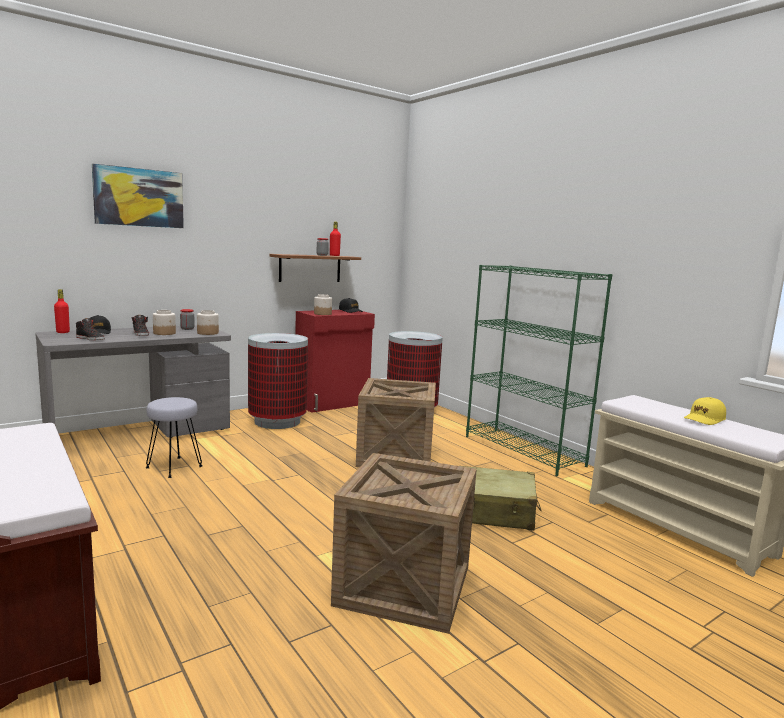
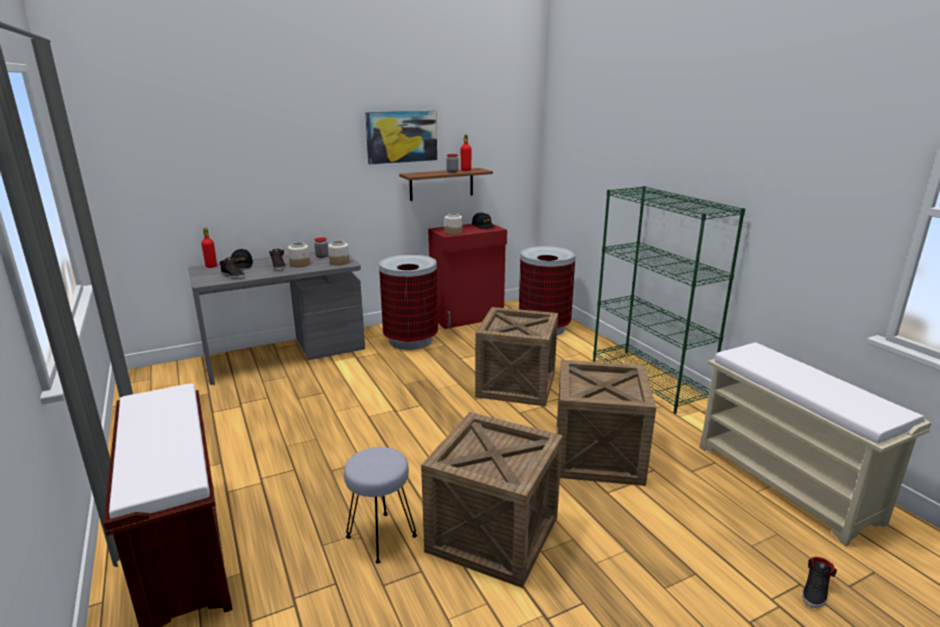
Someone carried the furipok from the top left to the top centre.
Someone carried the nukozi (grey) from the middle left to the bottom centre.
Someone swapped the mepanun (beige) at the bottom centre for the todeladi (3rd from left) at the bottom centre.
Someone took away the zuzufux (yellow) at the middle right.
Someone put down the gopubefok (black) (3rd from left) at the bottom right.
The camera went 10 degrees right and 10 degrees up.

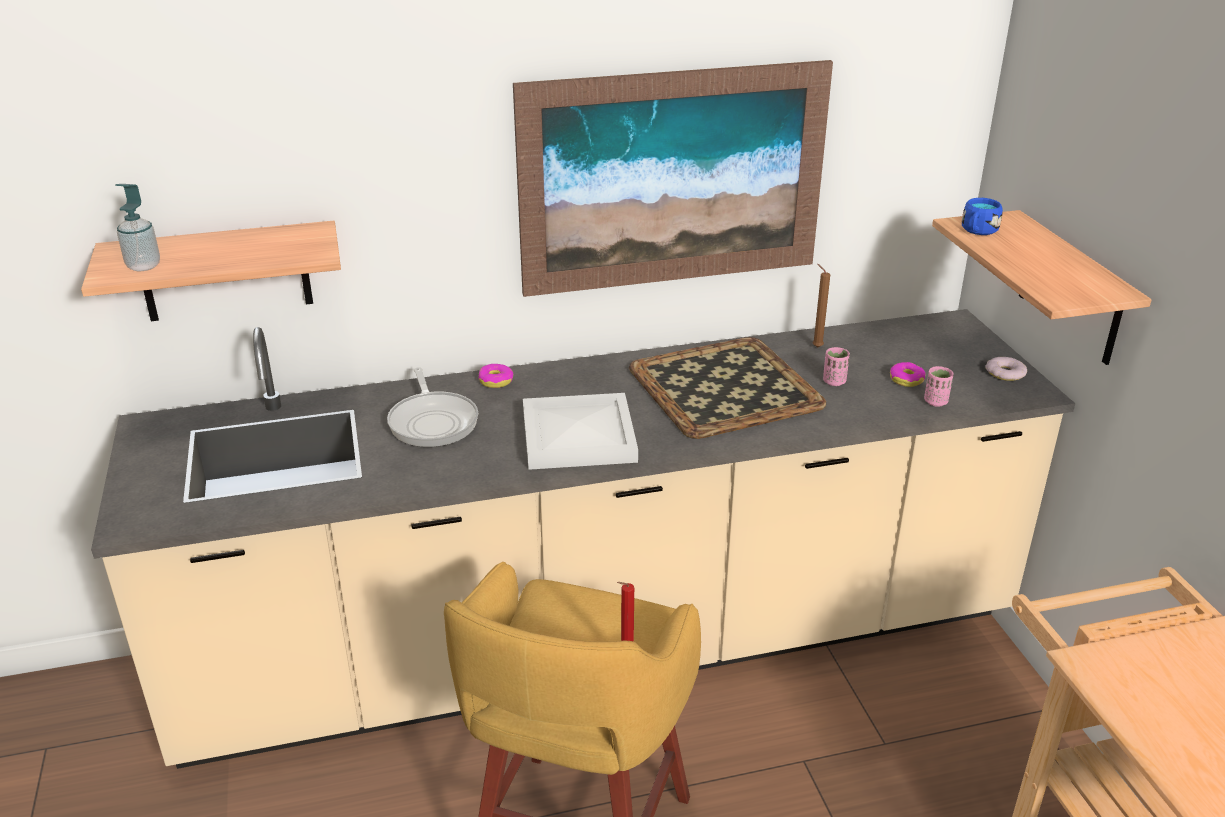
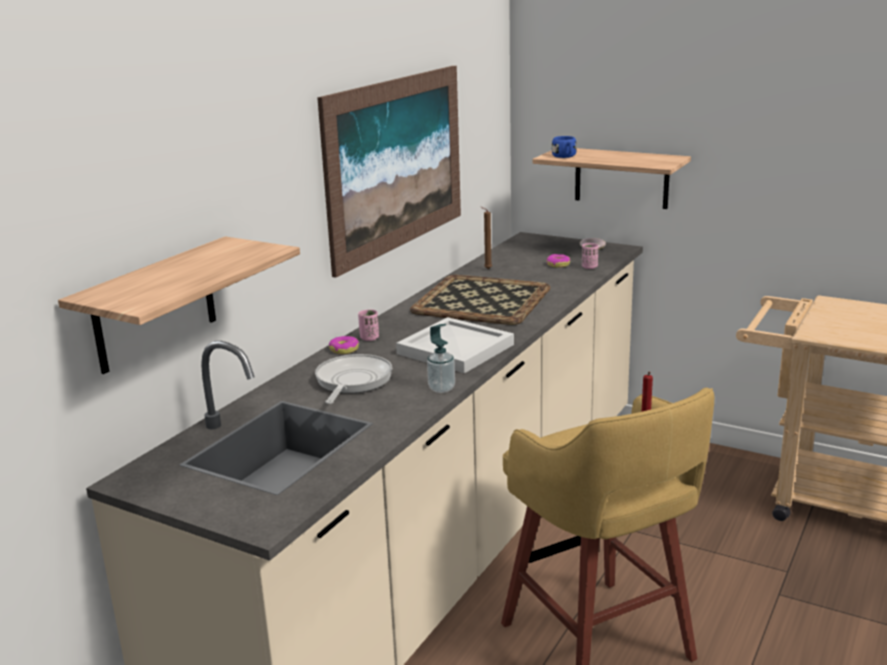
Someone carried the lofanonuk from the top left to the centre.
Someone rotated the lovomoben at the centre by 105 degrees counterclockwise.
Someone carried the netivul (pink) (1st from left) from the middle right to the centre.
The camera went 45 degrees left and 10 degrees down.

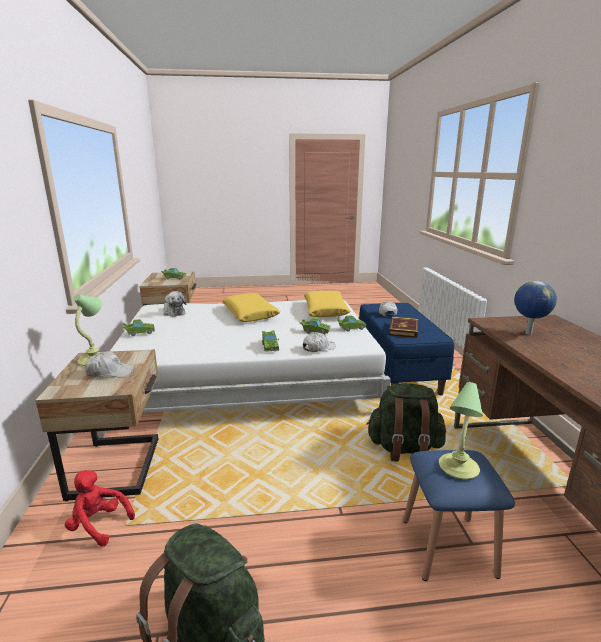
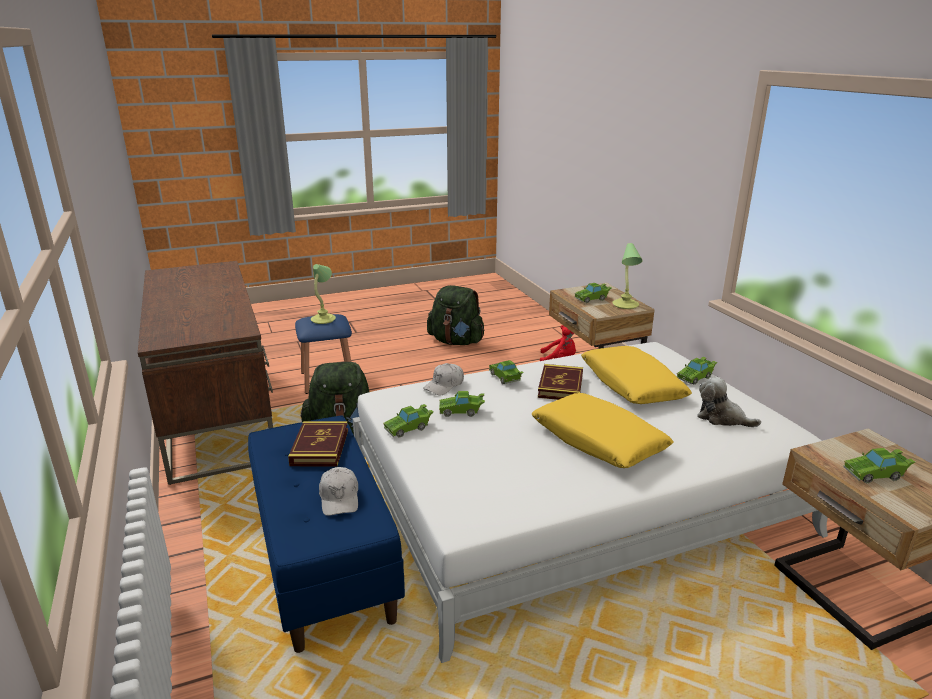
Someone swapped the zuzufux (white) (1st from left) at the middle left for the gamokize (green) (4th from left) at the centre.
Someone carried the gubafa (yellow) (2nd from left) from the centre to the middle right.
Someone took away the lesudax at the middle right.
Someone put down the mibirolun (2nd from left) at the centre.
The camera went 165 degrees right and 5 degrees up.

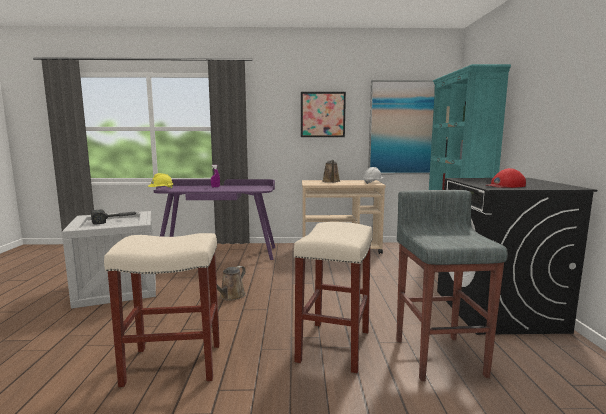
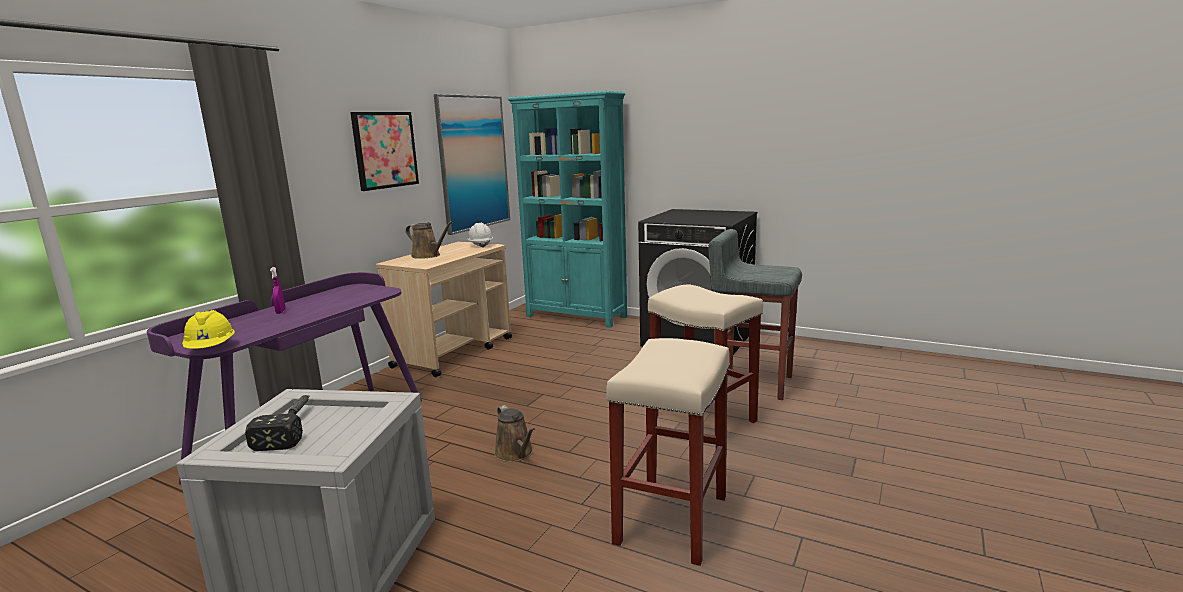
Someone took away the zuzufux (red) at the middle right.
The camera went 60 degrees left and 5 degrees up.

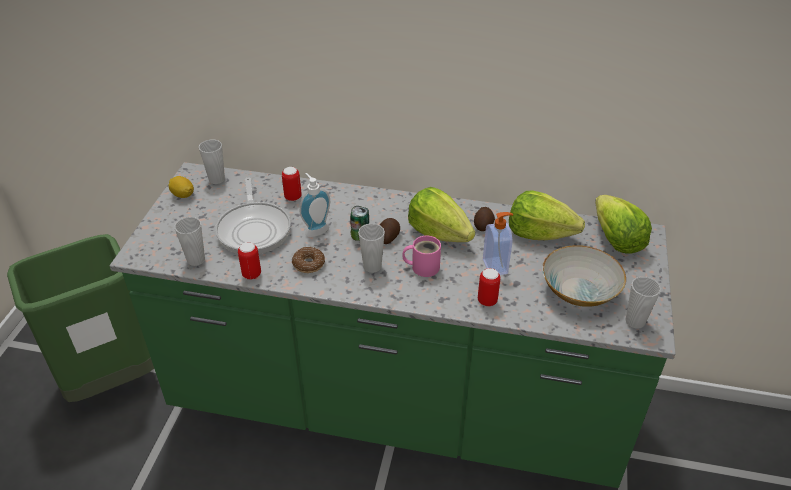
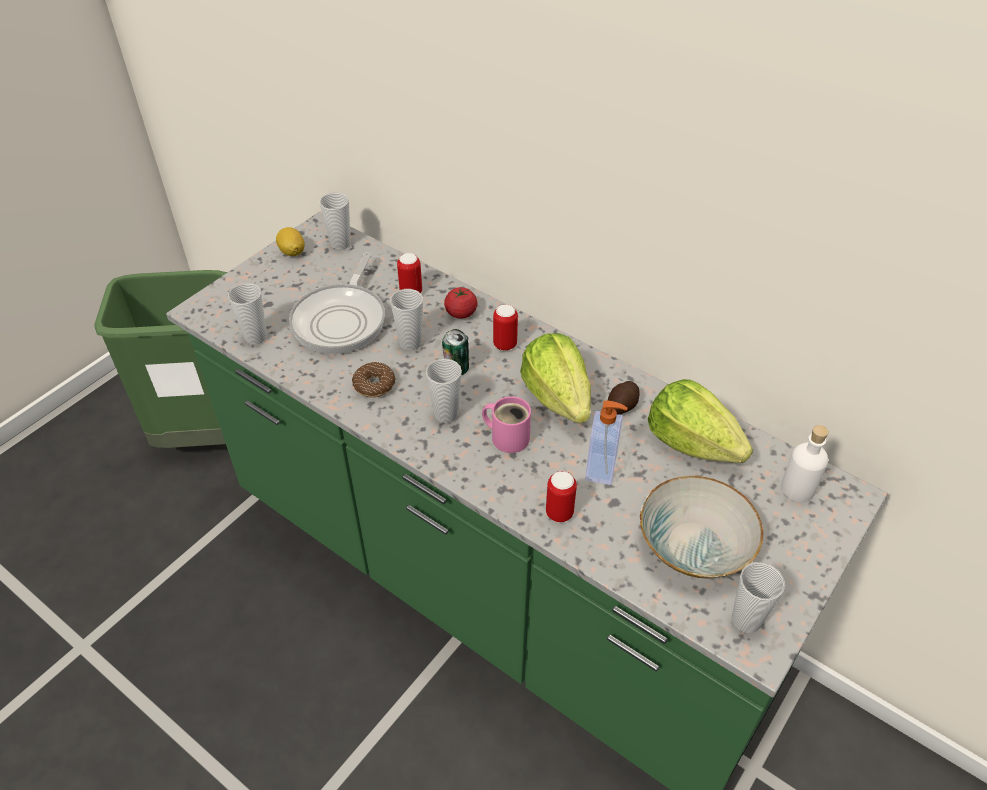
Someone carried the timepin (1st from left in the first image) from the middle left to the centre.
Someone swapped the lofanonuk (1st from left) at the centre for the netivul (3rd from left) at the centre.
Someone took away the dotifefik (1st from left) at the centre.
Someone swapped the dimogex (3rd from left) at the middle right for the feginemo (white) at the middle right.
Someone put down the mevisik at the centre.
The camera went 25 degrees right and 5 degrees up.

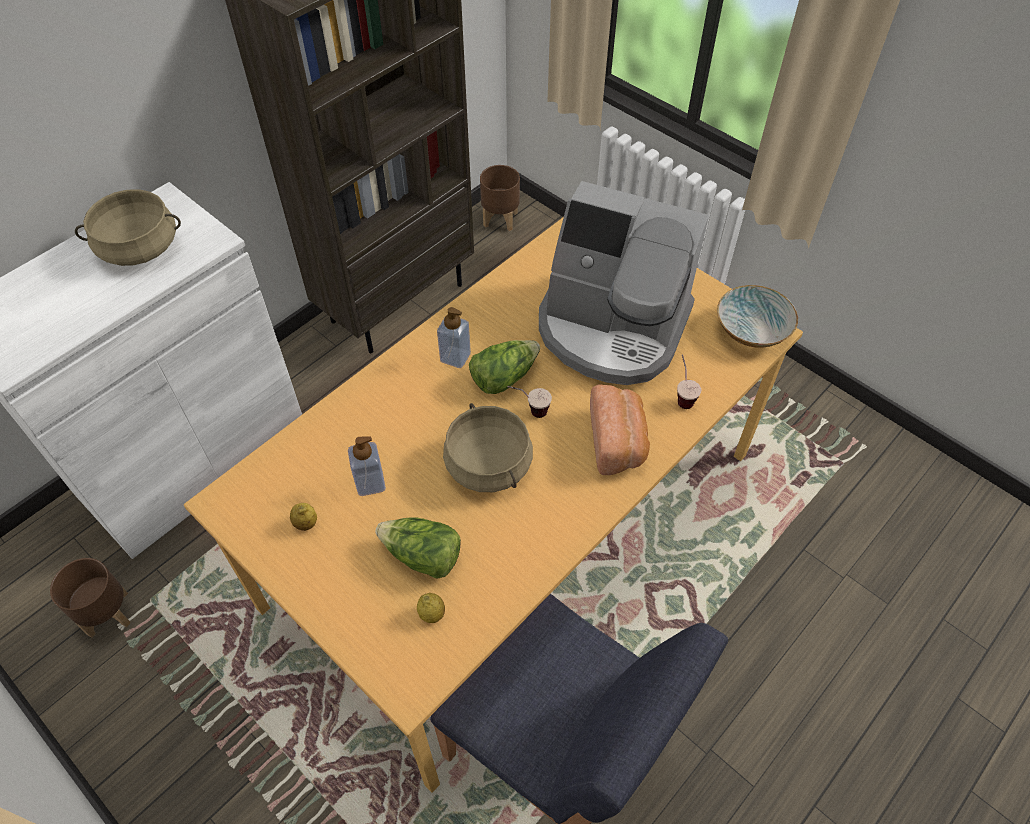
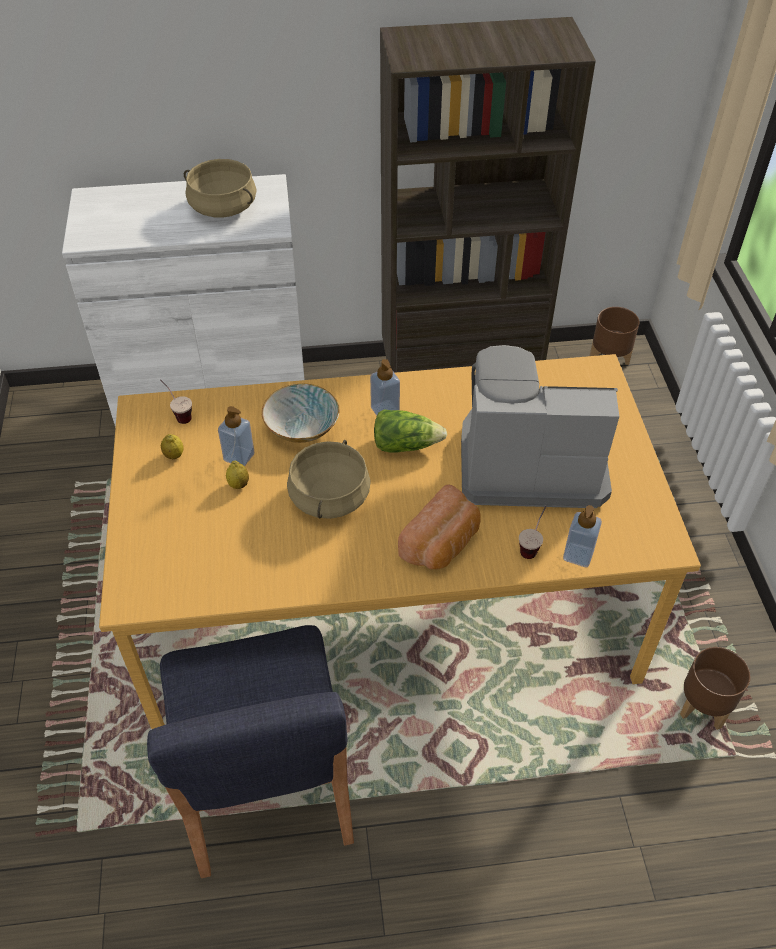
Someone carried the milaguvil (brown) (1st from left in the first image) from the bottom left to the bottom right.
Someone took away the dimogex (1st from left) at the centre.
Someone carried the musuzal (2nd from left) from the bottom centre to the middle left.
Someone carried the netivul (1st from left) from the centre to the middle left.
Someone rotated the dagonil at the centre by 120 degrees clockwise.
Someone carried the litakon from the middle right to the centre.
Someone put down the lofanonuk (3rd from left) at the middle right.
The camera went 40 degrees right and 5 degrees down.

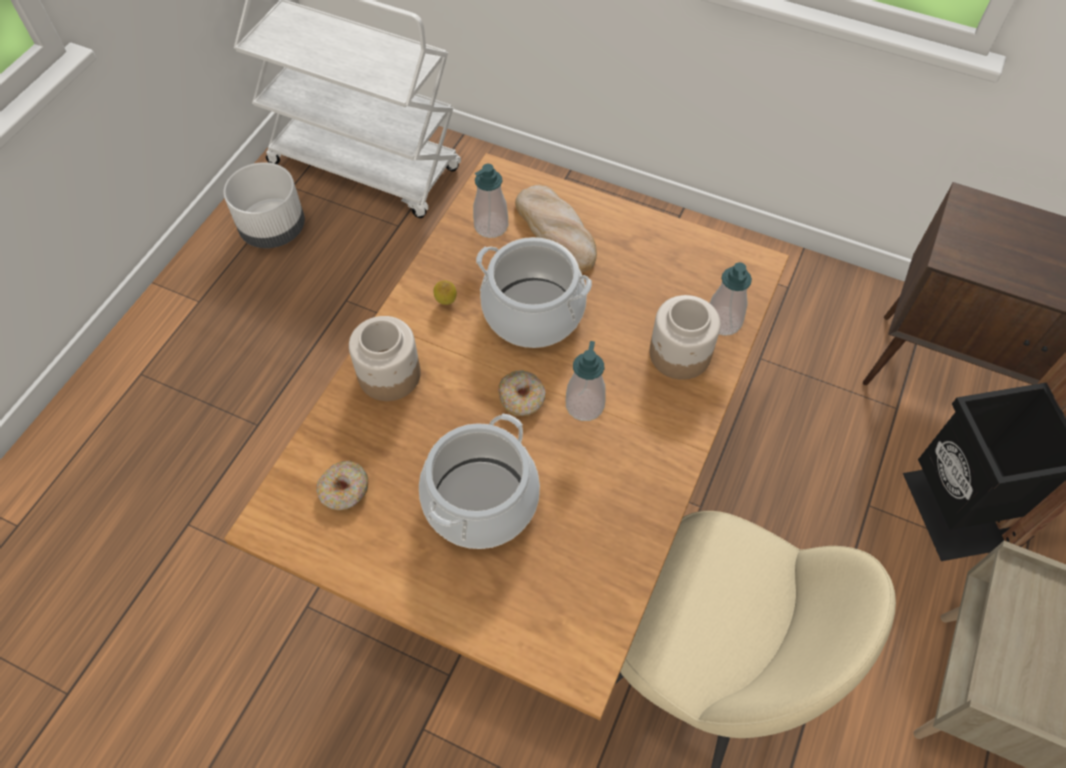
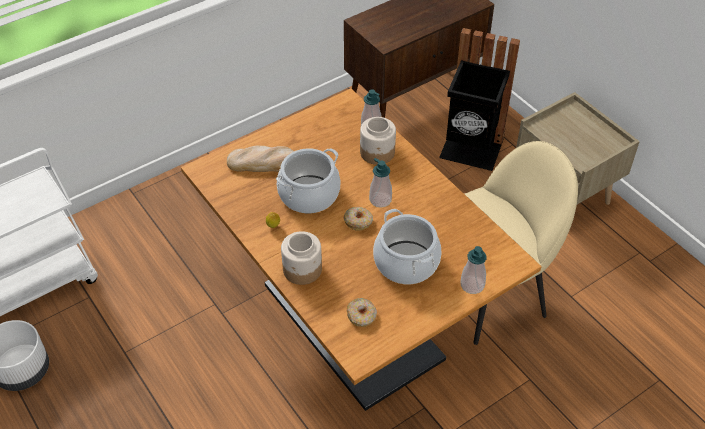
Someone carried the lofanonuk (1st from left in the first image) from the top centre to the middle right.
The camera went 60 degrees left and 10 degrees down.

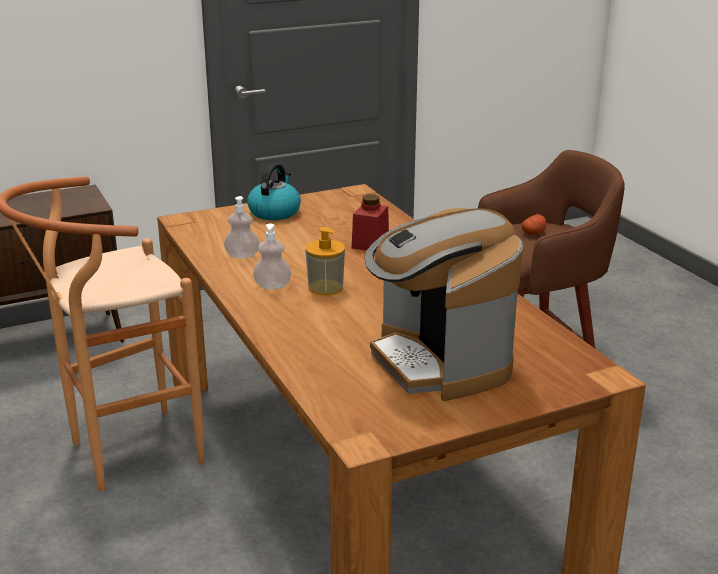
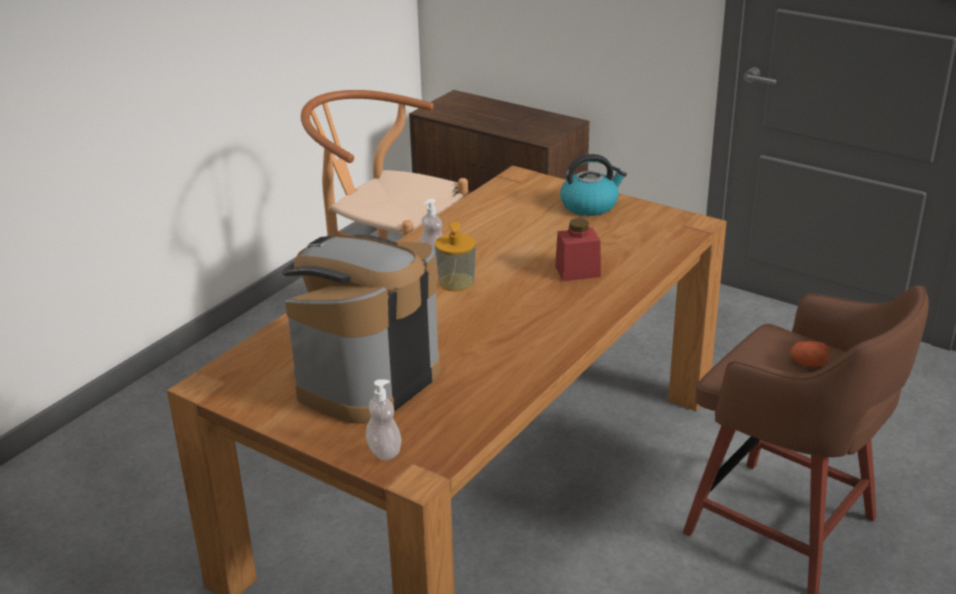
Someone carried the lofanonuk (1st from left) from the centre to the bottom centre.
The camera went 60 degrees right and 5 degrees up.

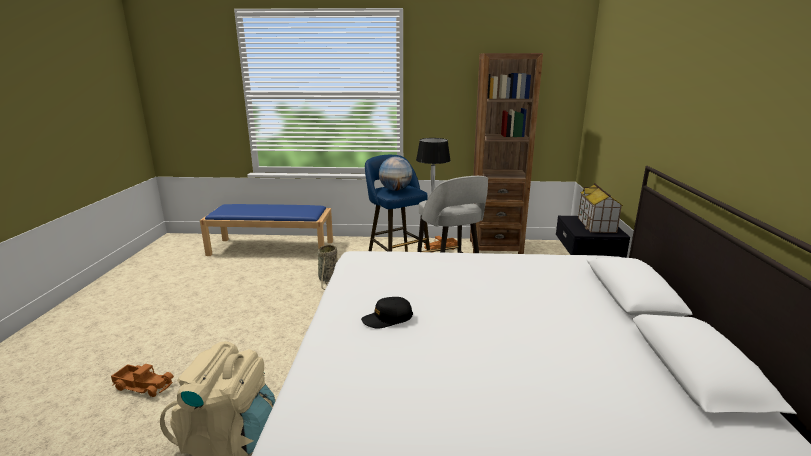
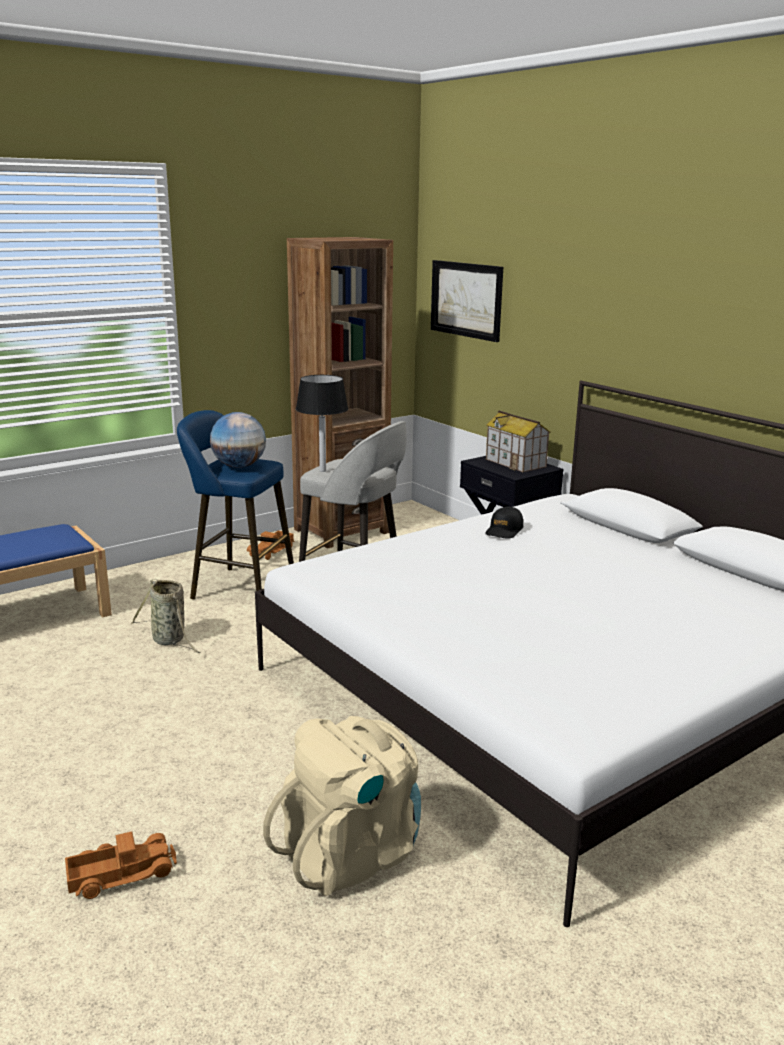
Someone carried the zuzufux (black) from the bottom centre to the centre.
Someone put up the furipok at the top centre.
The camera went 40 degrees left and 0 degrees up.

